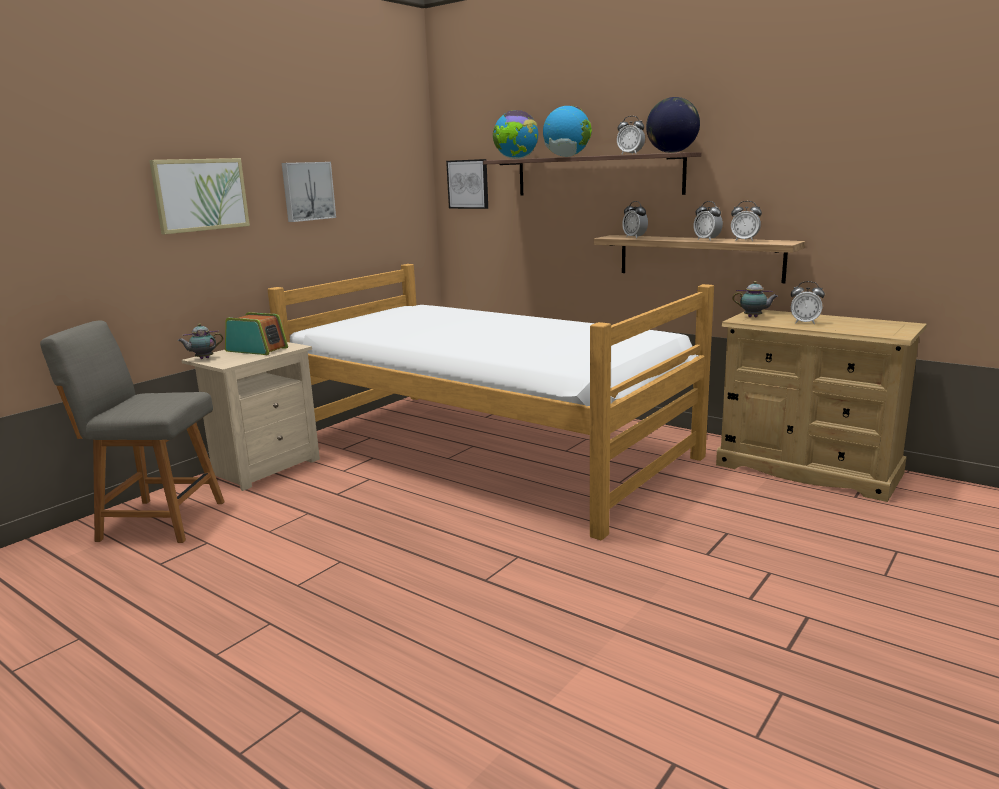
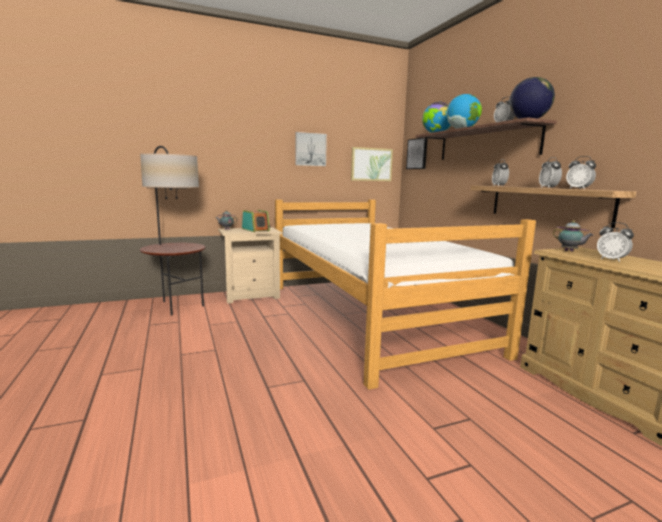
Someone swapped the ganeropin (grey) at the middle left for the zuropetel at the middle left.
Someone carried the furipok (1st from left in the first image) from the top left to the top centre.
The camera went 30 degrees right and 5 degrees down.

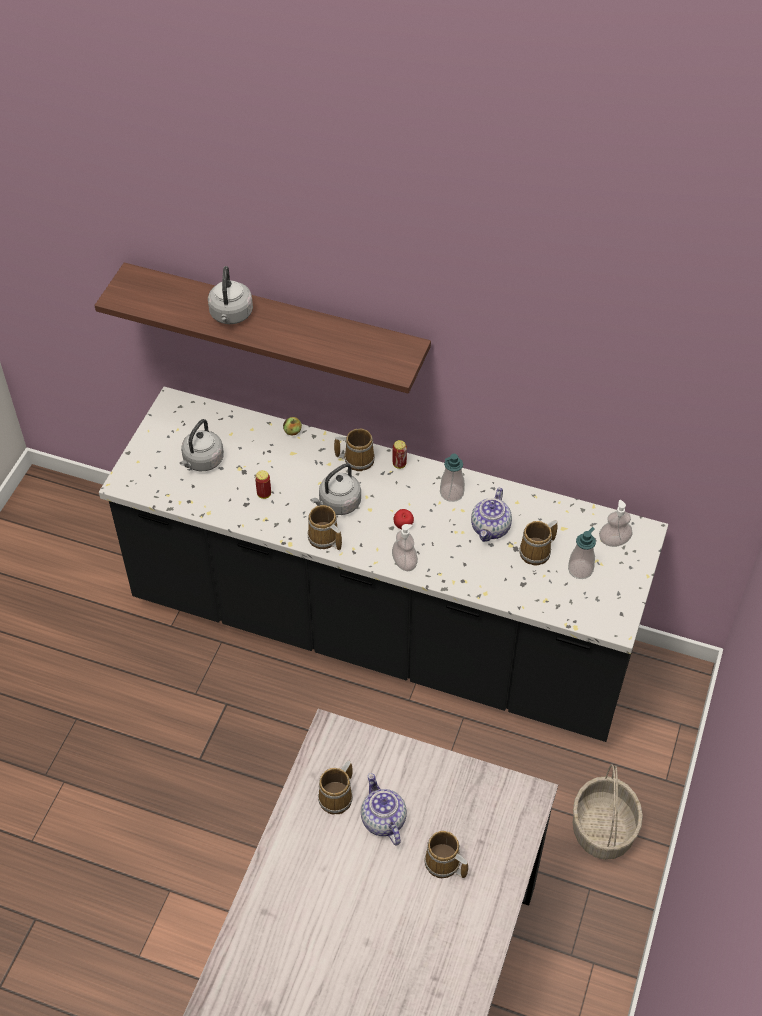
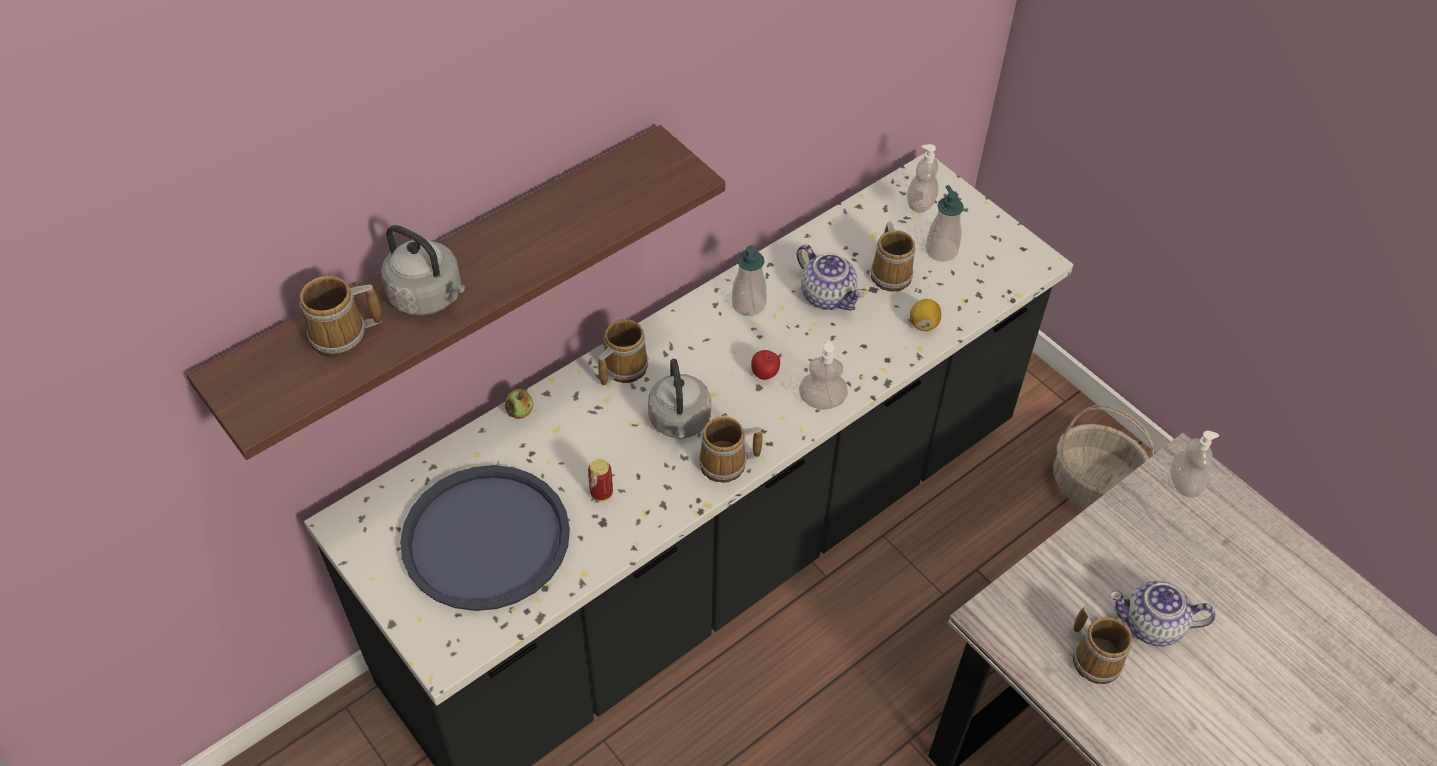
Someone swapped the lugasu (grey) (1st from left) at the middle left for the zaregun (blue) at the bottom centre.
Someone took away the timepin (2nd from left) at the centre.
Someone carried the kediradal (4th from left in the first image) from the bottom centre to the middle left.
Someone put down the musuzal at the centre.
Someone put down the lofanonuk (5th from left) at the middle right.
The camera went 60 degrees left and 0 degrees up.

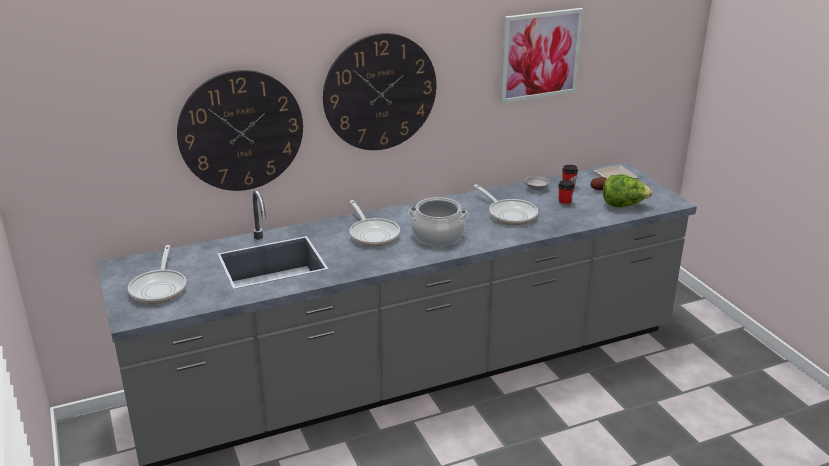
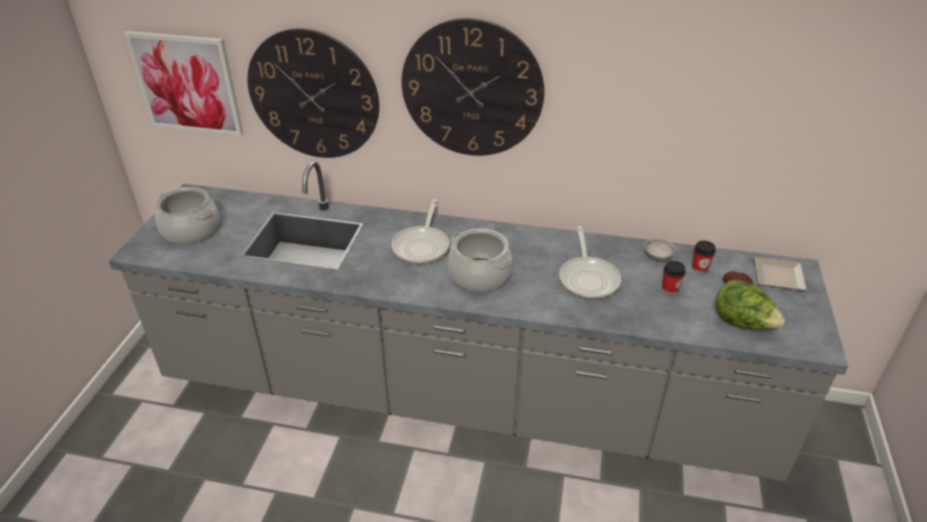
Someone swapped the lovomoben (1st from left) at the middle left for the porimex (1st from left) at the middle left.
Someone carried the furipok from the top centre to the top left.
The camera went 35 degrees right and 10 degrees up.

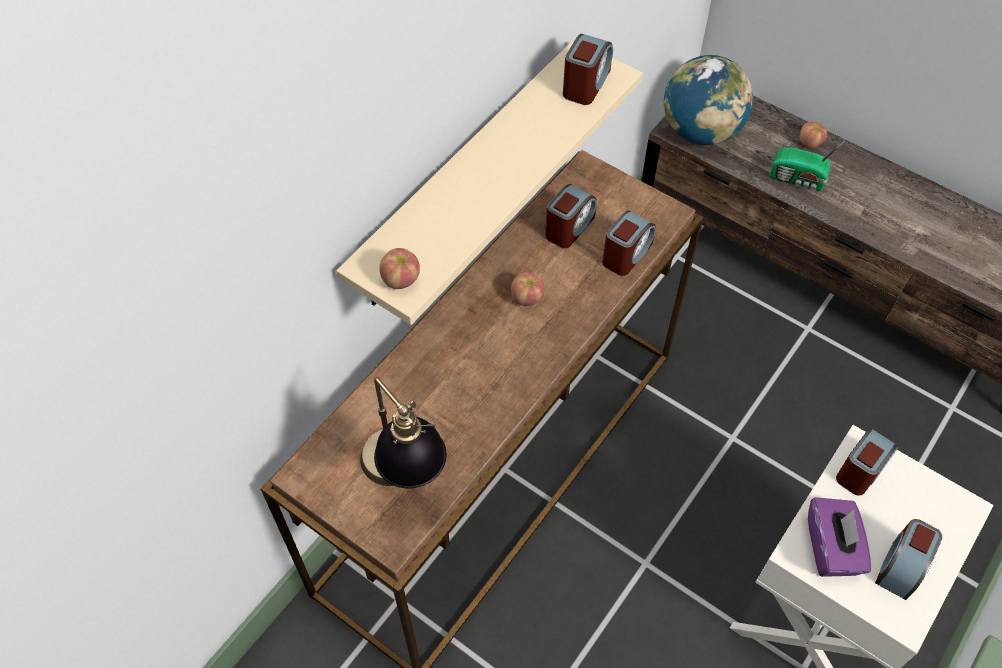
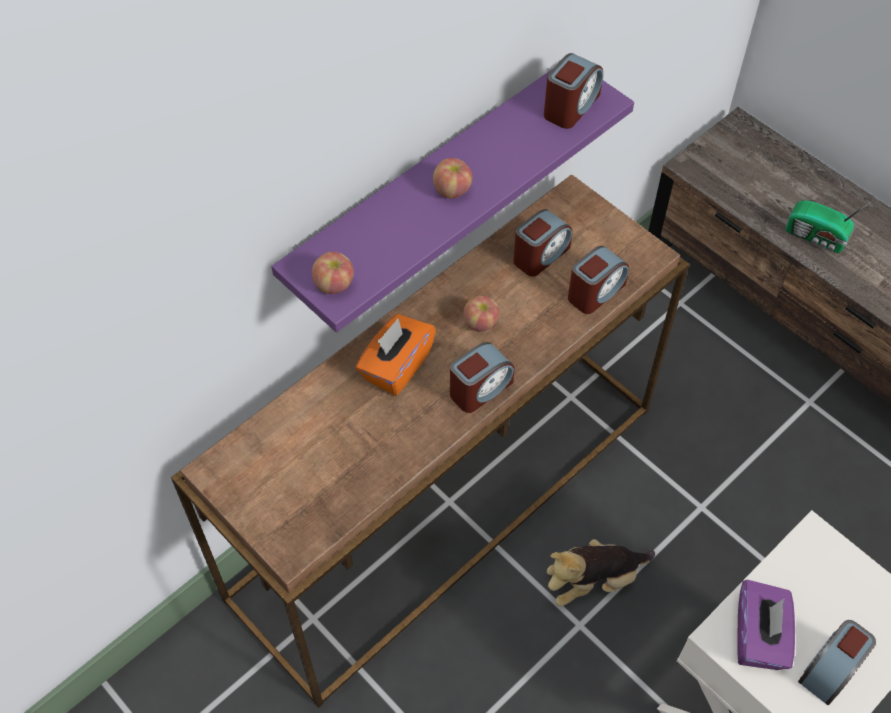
Someone repainted the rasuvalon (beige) at the top centre, which became the rasuvalon (purple) at the top centre.
Someone took away the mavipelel at the centre.
Someone took away the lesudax at the top right.
Someone carried the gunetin (3rd from left in the first image) from the top right to the top centre.
Someone carried the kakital (4th from left in the first image) from the bottom right to the centre.
Someone put down the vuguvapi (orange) at the centre.
Someone put down the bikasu at the bottom right.
The camera went 10 degrees right and 0 degrees up.

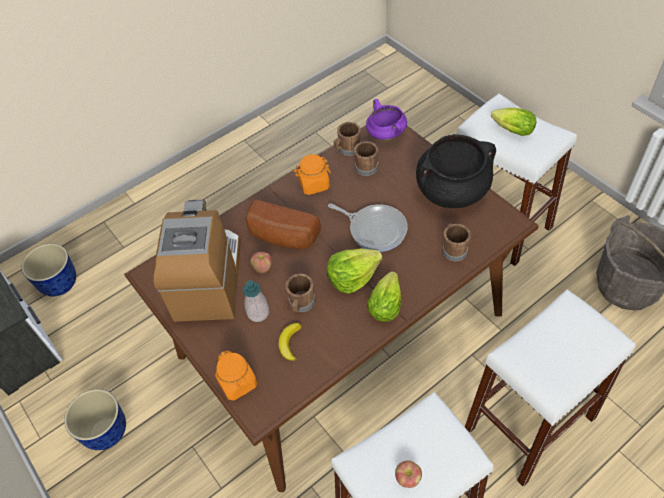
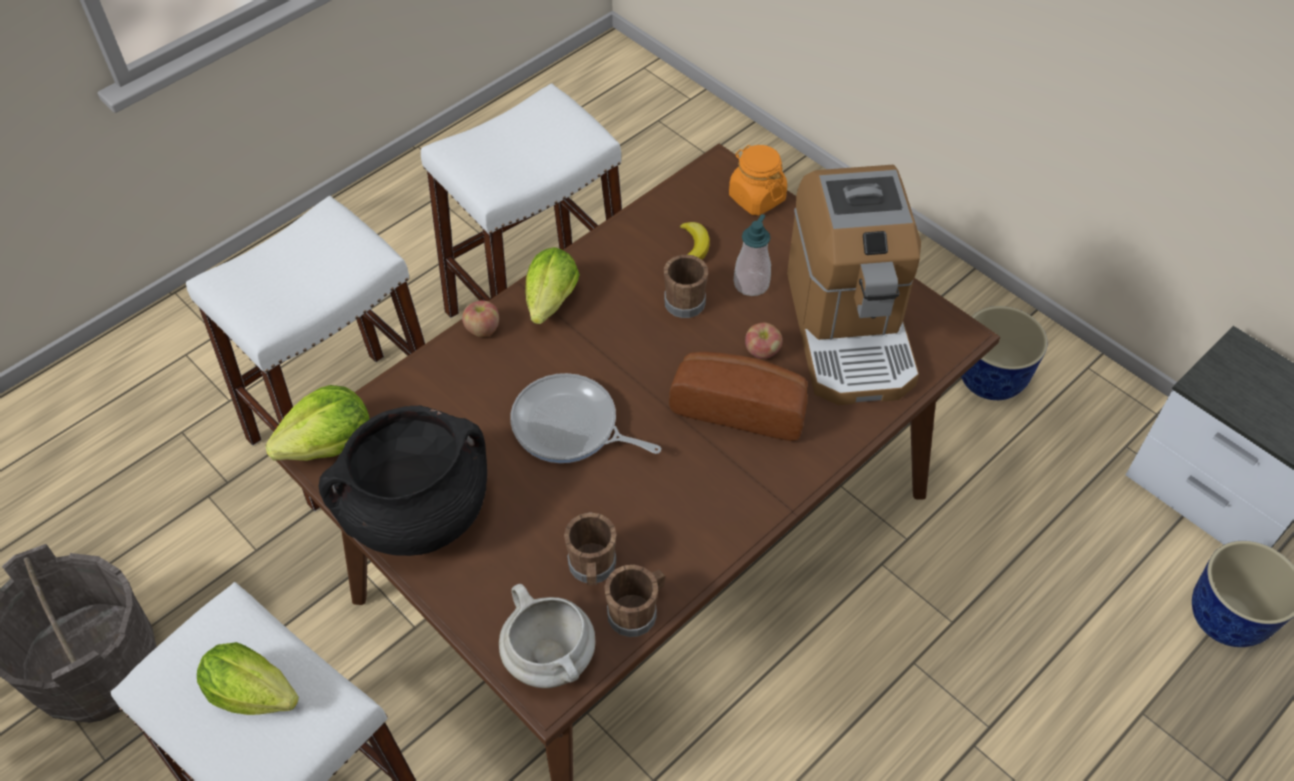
Someone took away the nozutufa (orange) (2nd from left) at the centre.
Someone carried the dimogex (1st from left in the first image) from the centre to the middle left.
Someone repainted the porimex (purple) at the top centre, which became the porimex (white) at the bottom centre.
Someone carried the gunetin (2nd from left in the first image) from the bottom centre to the centre.
Someone took away the kediradal (brown) (4th from left) at the middle right.
The camera went 170 degrees right and 0 degrees up.

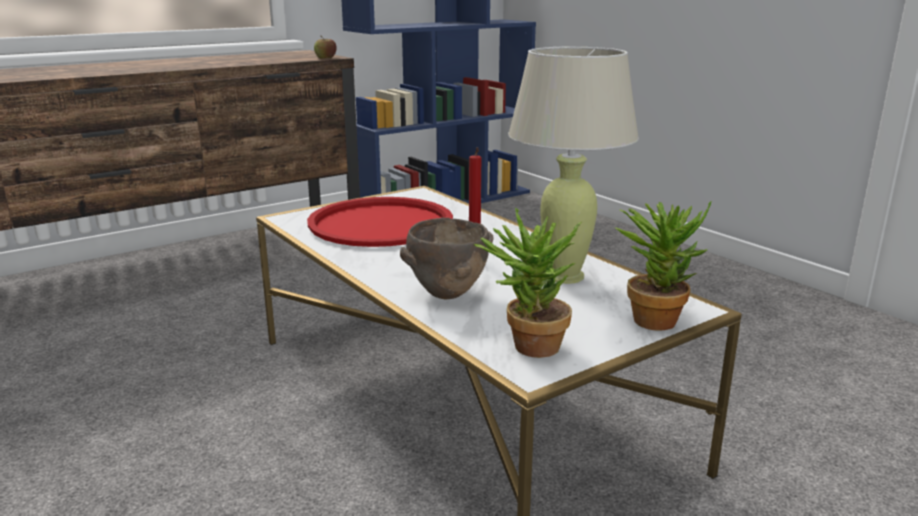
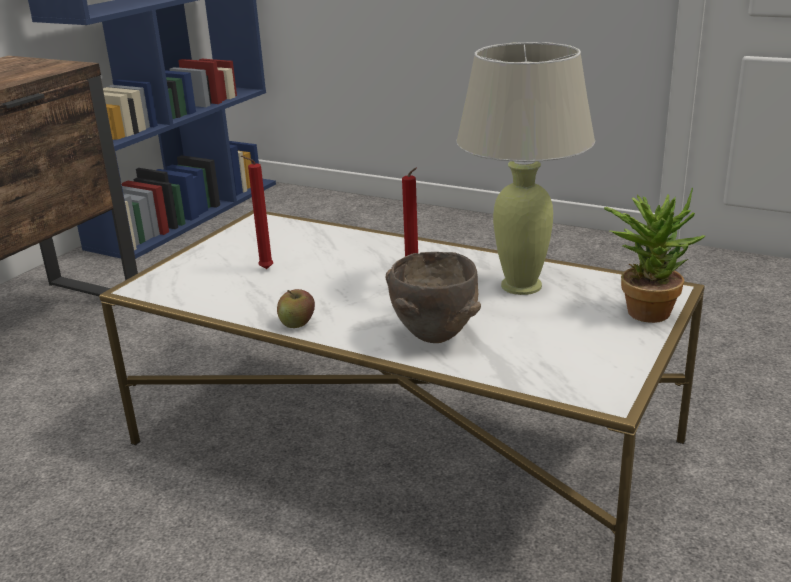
Someone swapped the zaregun (red) at the centre for the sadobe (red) (1st from left) at the middle left.
Someone carried the gunetin from the top centre to the centre.
Someone took away the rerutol (1st from left) at the centre.
The camera went 25 degrees left and 5 degrees up.

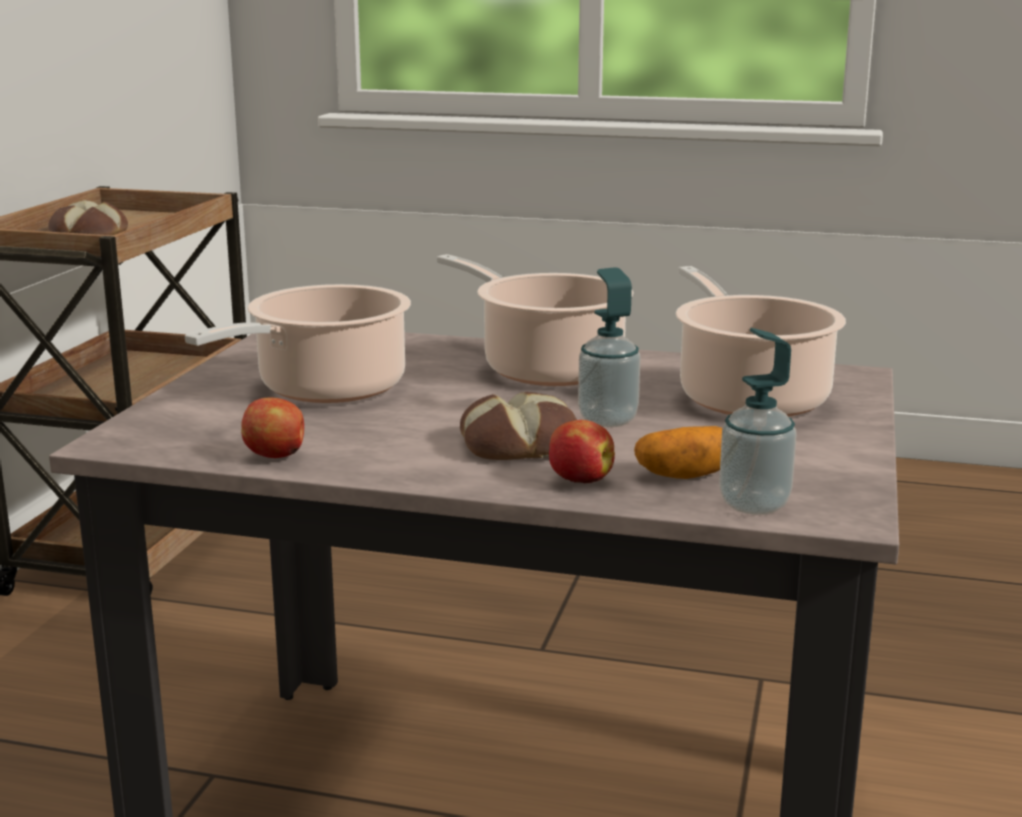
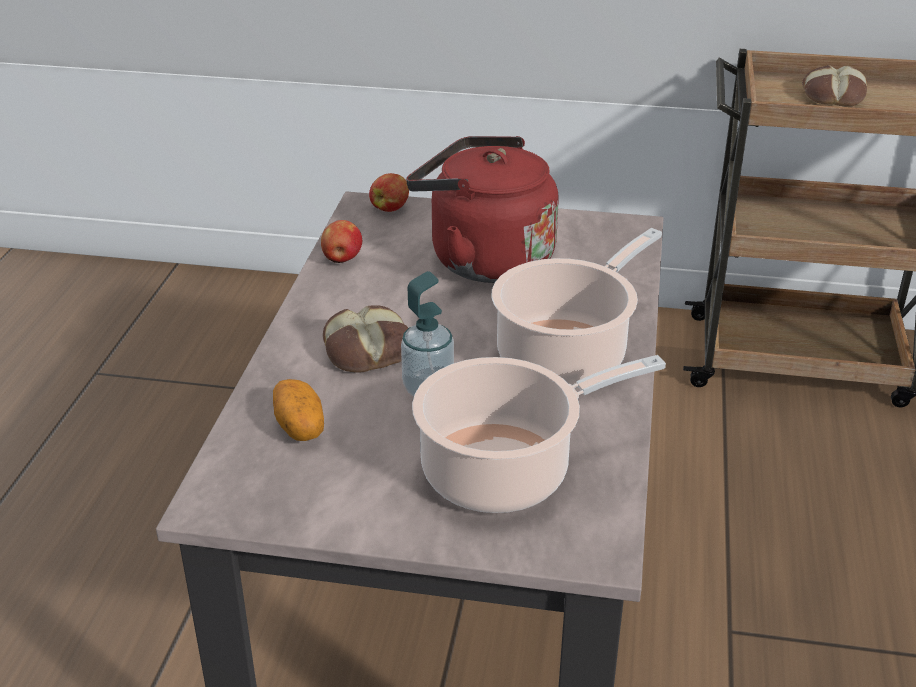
Someone swapped the porimex (1st from left) at the middle left for the lugasu (red) at the top centre.
Someone carried the gunetin (2nd from left) from the centre to the top centre.
Someone took away the lofanonuk (2nd from left) at the middle right.
The camera went 85 degrees right and 15 degrees up.

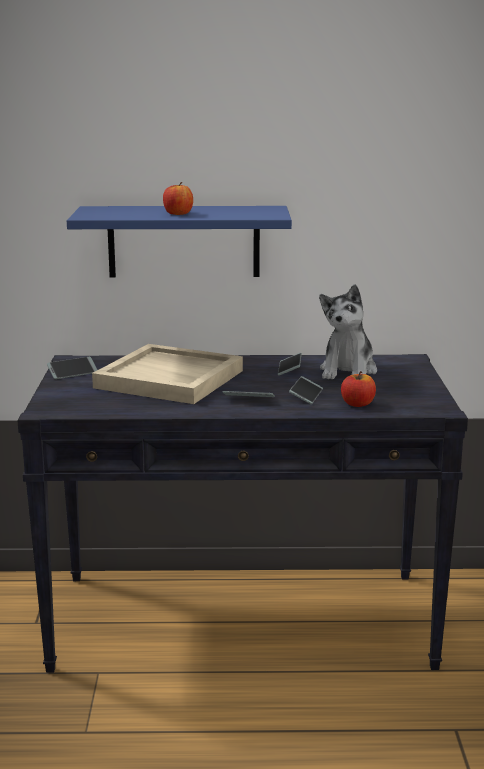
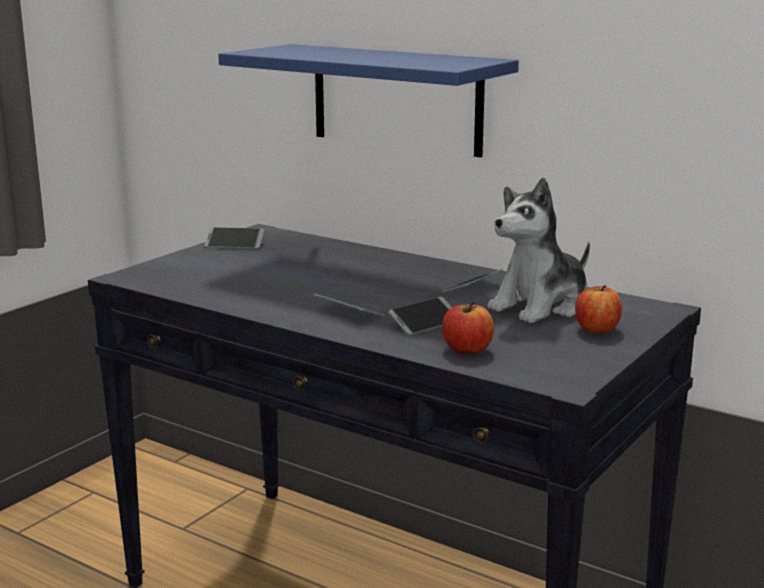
Someone took away the zaregun (beige) at the centre.
Someone carried the gunetin (1st from left in the first image) from the top centre to the middle right.
The camera went 35 degrees right and 0 degrees up.

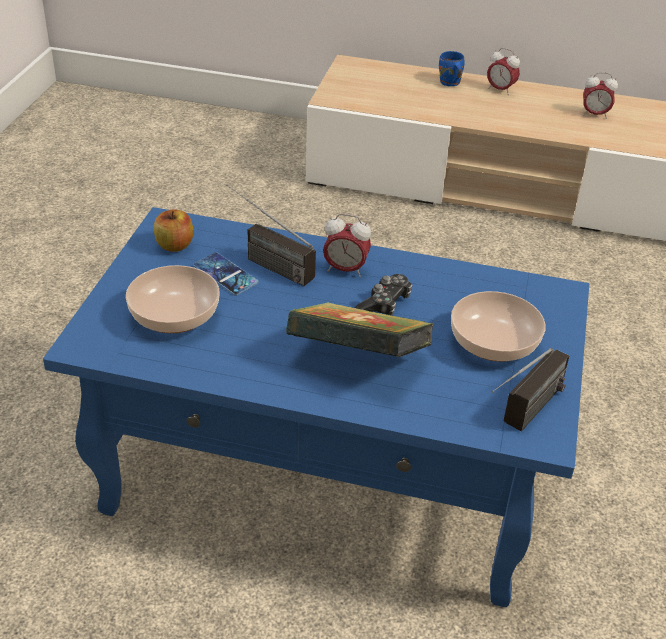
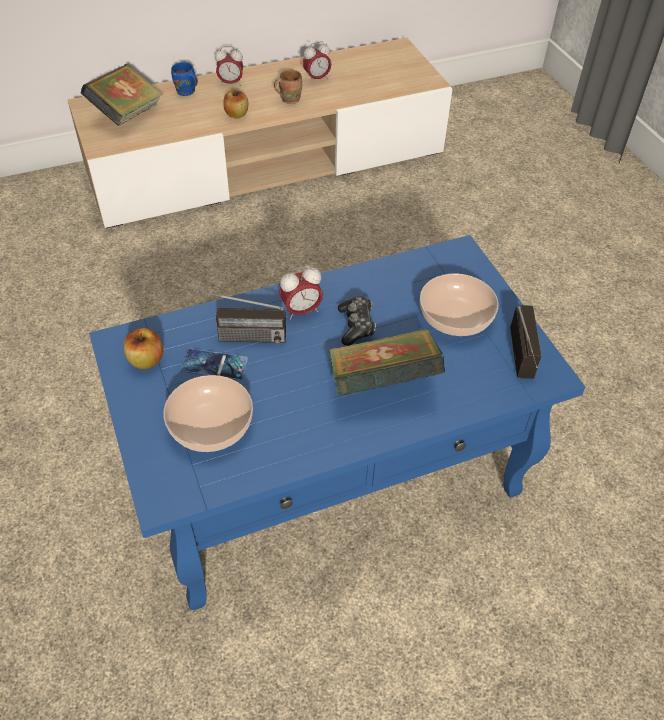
Someone put down the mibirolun (1st from left) at the top left.
Someone put down the gunetin (2nd from left) at the top centre.
Someone put down the kediradal (brown) at the top centre.
The camera went 35 degrees left and 10 degrees up.

